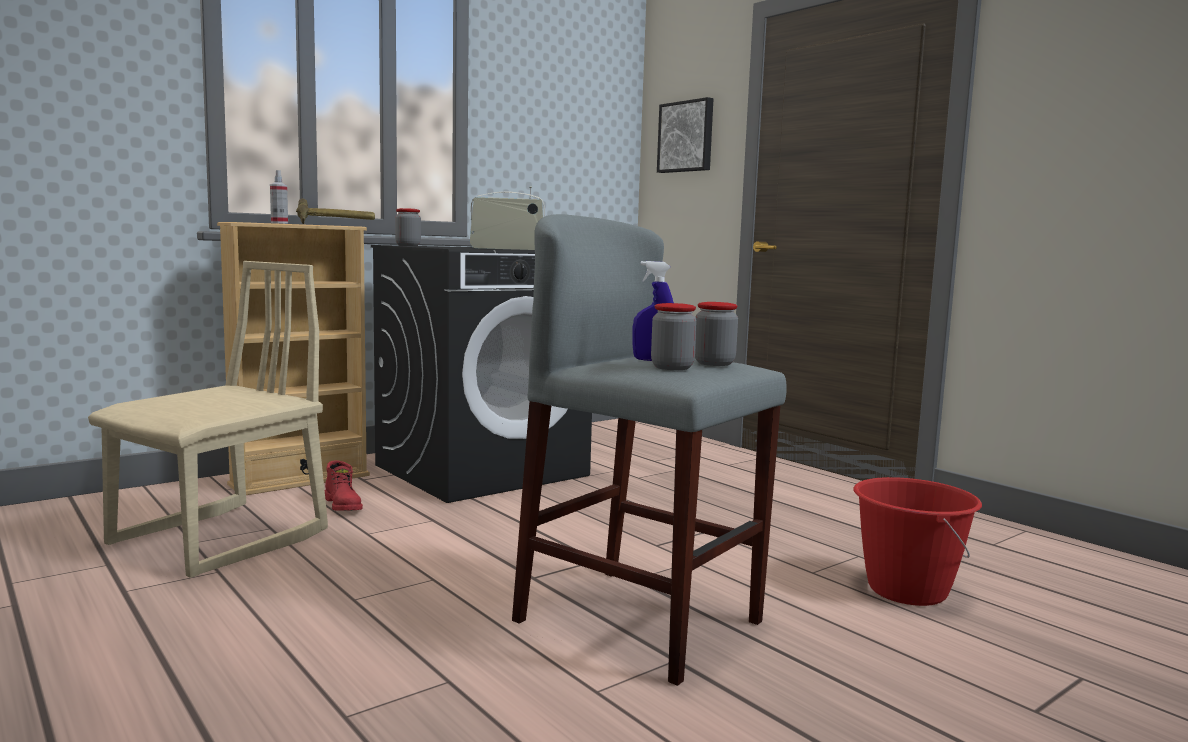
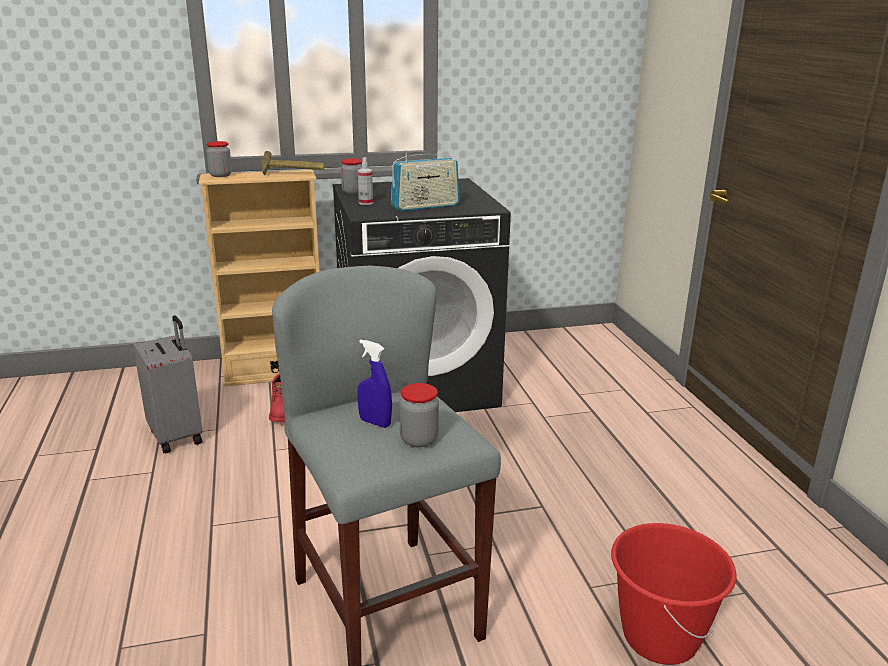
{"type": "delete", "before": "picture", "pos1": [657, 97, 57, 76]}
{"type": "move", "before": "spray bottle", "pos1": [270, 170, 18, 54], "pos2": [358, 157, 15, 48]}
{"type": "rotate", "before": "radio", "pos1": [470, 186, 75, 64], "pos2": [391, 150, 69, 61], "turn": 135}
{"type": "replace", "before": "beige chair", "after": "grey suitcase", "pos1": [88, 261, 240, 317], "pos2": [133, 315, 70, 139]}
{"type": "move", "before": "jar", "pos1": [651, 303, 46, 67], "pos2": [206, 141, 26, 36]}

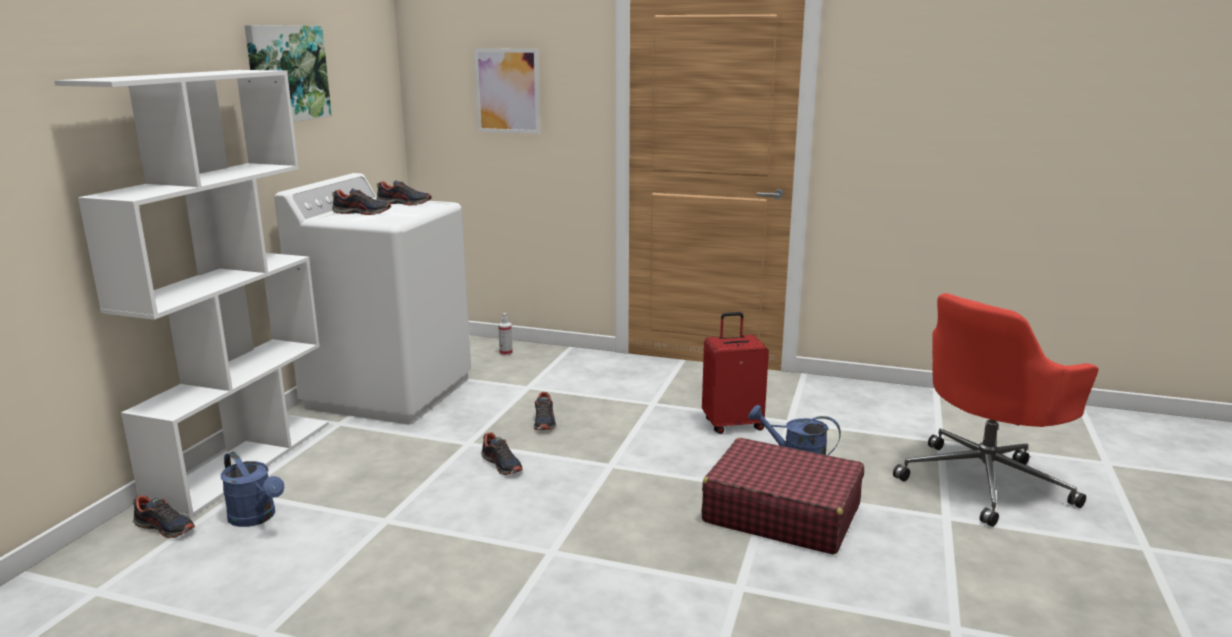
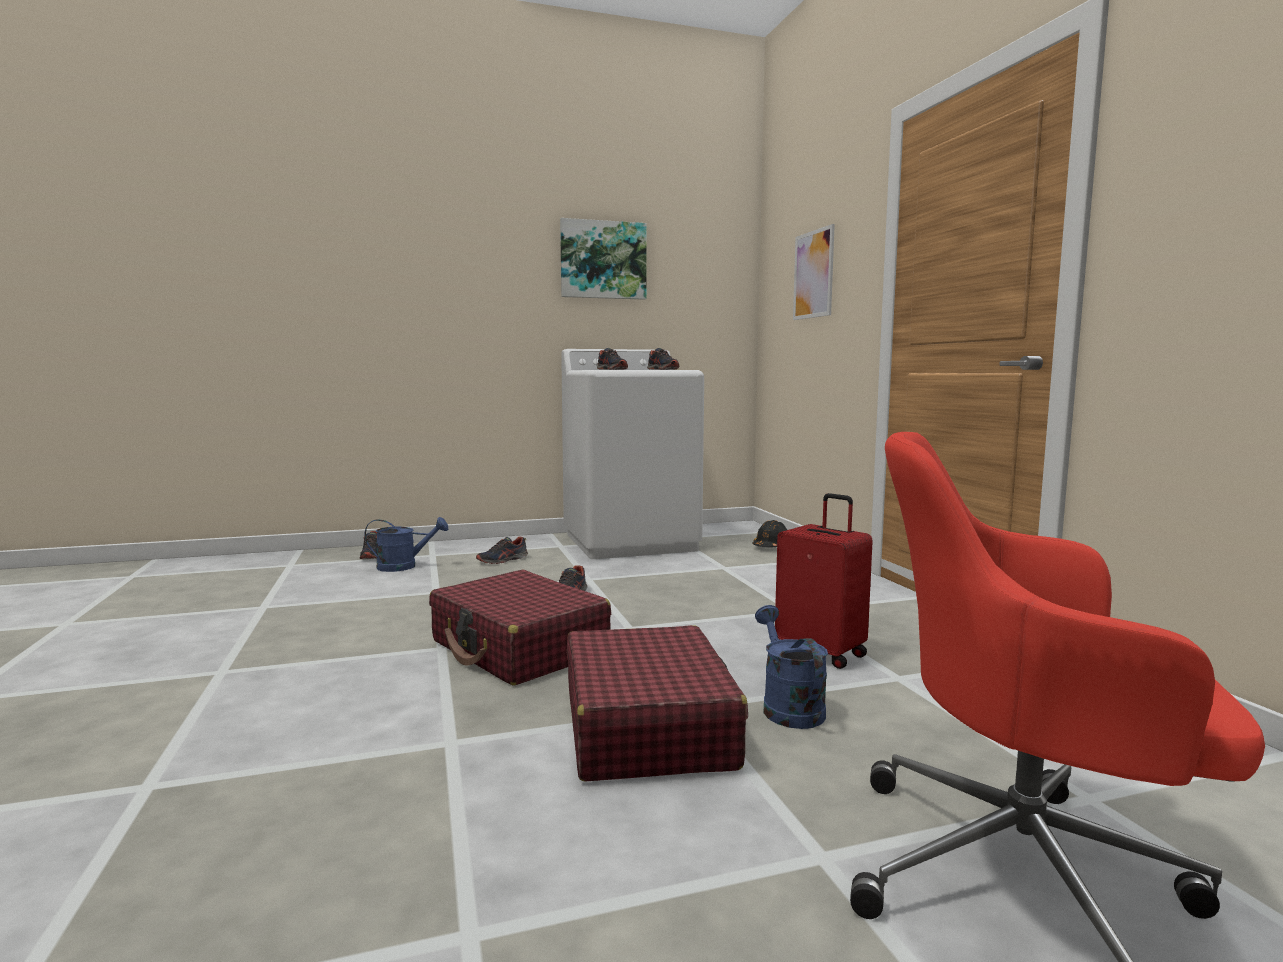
{"type": "delete", "before": "white bookcase", "pos1": [54, 70, 275, 449]}
{"type": "replace", "before": "spray bottle", "after": "black hard hat", "pos1": [498, 313, 15, 43], "pos2": [752, 520, 35, 28]}
{"type": "move", "before": "shoe", "pos1": [534, 392, 22, 38], "pos2": [476, 536, 52, 28]}
{"type": "rotate", "before": "blue watering can", "pos1": [221, 452, 63, 75], "pos2": [365, 517, 83, 55], "turn": -105}
{"type": "insert", "after": "red suitcase", "pos2": [429, 570, 182, 116]}

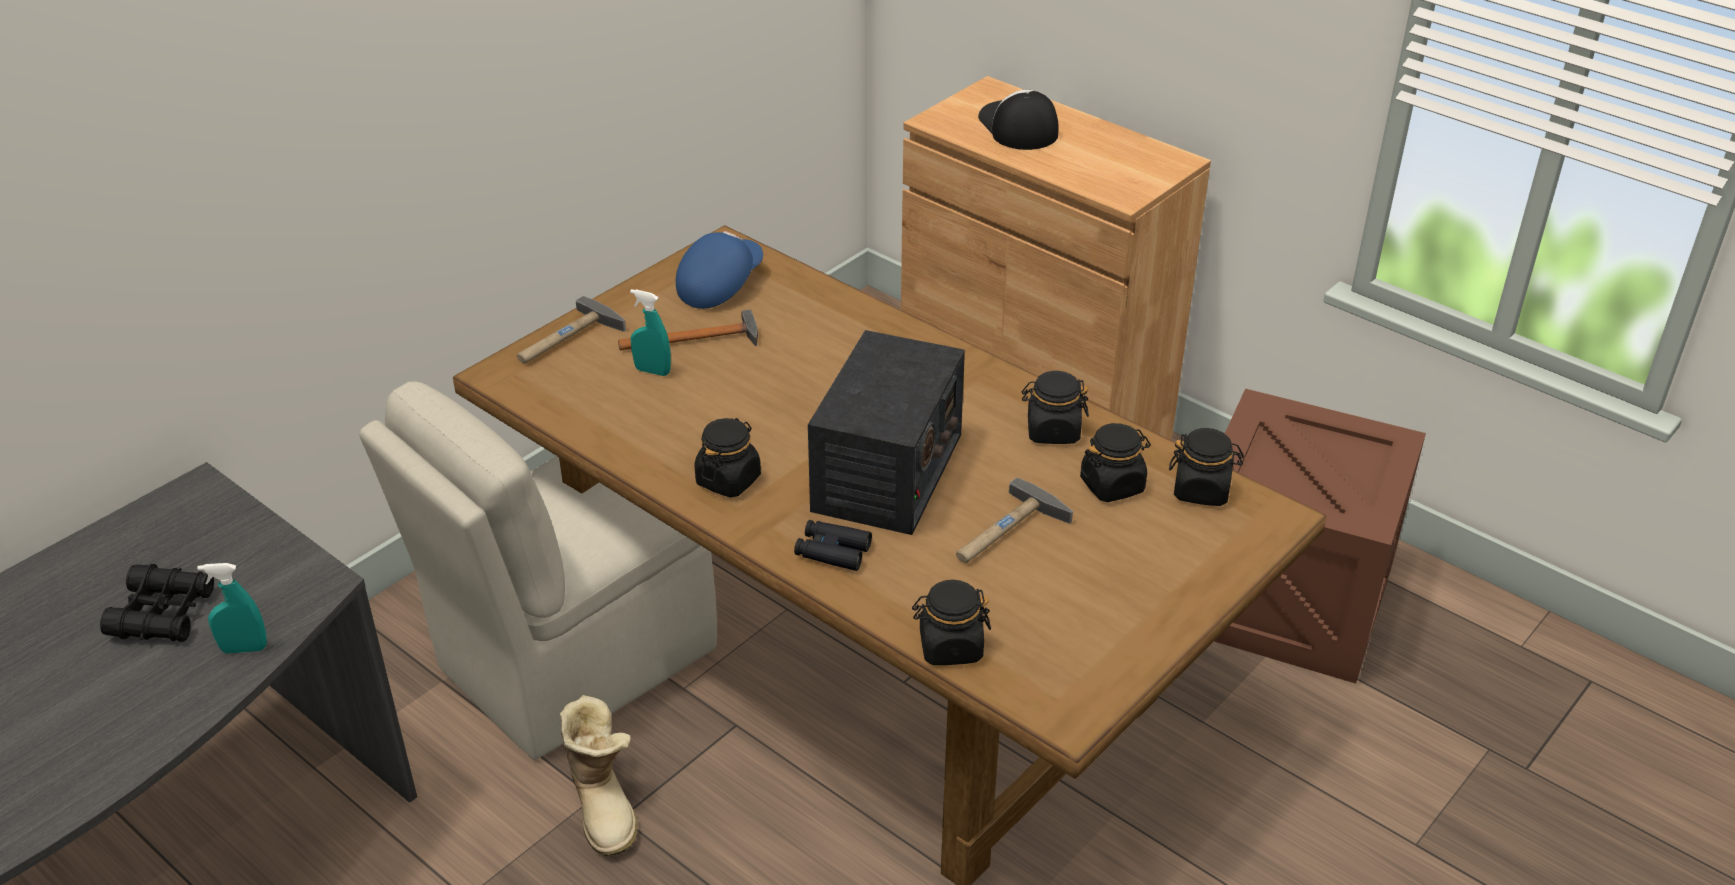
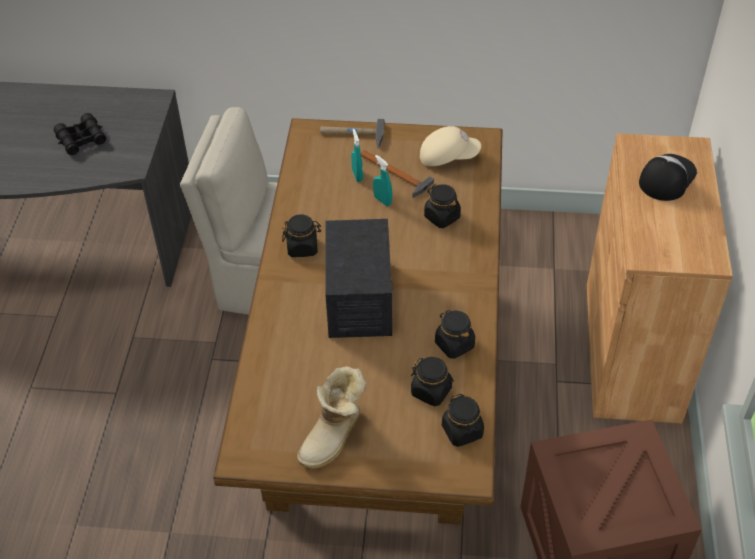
{"type": "recolor", "before": "blue cap", "after": "beige cap", "pos1": [676, 231, 87, 78], "pos2": [420, 126, 61, 40]}
{"type": "rotate", "before": "radio", "pos1": [808, 330, 157, 205], "pos2": [325, 219, 67, 119], "turn": -75}
{"type": "delete", "before": "hammer", "pos1": [956, 477, 117, 86]}
{"type": "delete", "before": "black binoculars", "pos1": [794, 520, 78, 51]}
{"type": "move", "before": "turquoise spray bottle", "pos1": [198, 563, 69, 91], "pos2": [373, 155, 19, 51]}
{"type": "move", "before": "black jar", "pos1": [912, 580, 79, 85], "pos2": [424, 184, 37, 44]}
{"type": "move", "before": "boot", "pos1": [559, 695, 78, 161], "pos2": [297, 366, 69, 103]}

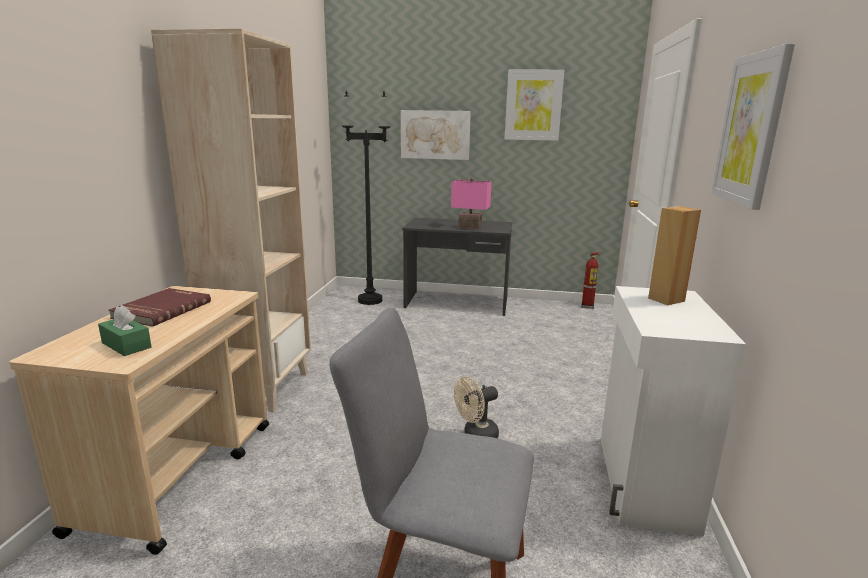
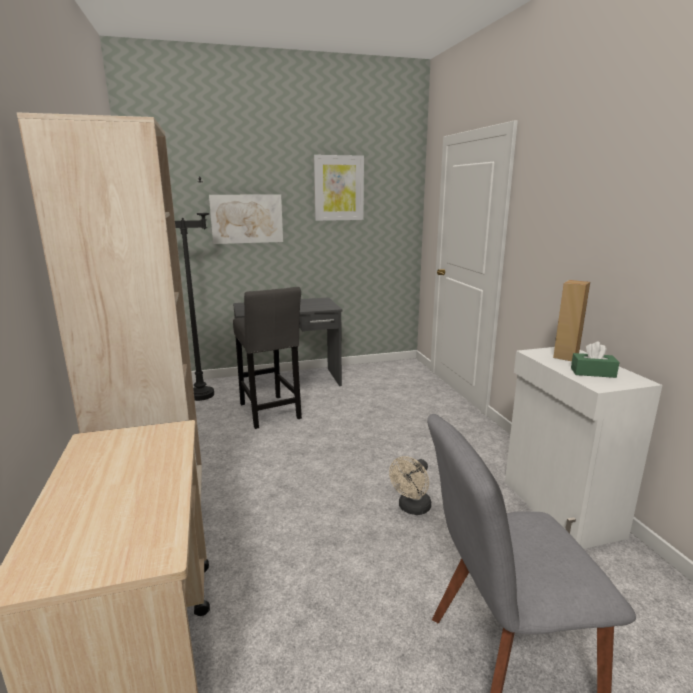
{"type": "delete", "before": "picture", "pos1": [711, 44, 84, 166]}
{"type": "delete", "before": "pink table lamp", "pos1": [451, 178, 41, 52]}
{"type": "delete", "before": "fire extinguisher", "pos1": [581, 252, 20, 57]}
{"type": "delete", "before": "red book", "pos1": [108, 288, 103, 39]}
{"type": "move", "before": "green tissue box", "pos1": [98, 305, 54, 51], "pos2": [571, 342, 49, 36]}
{"type": "insert", "after": "grey stool", "pos2": [233, 287, 69, 142]}

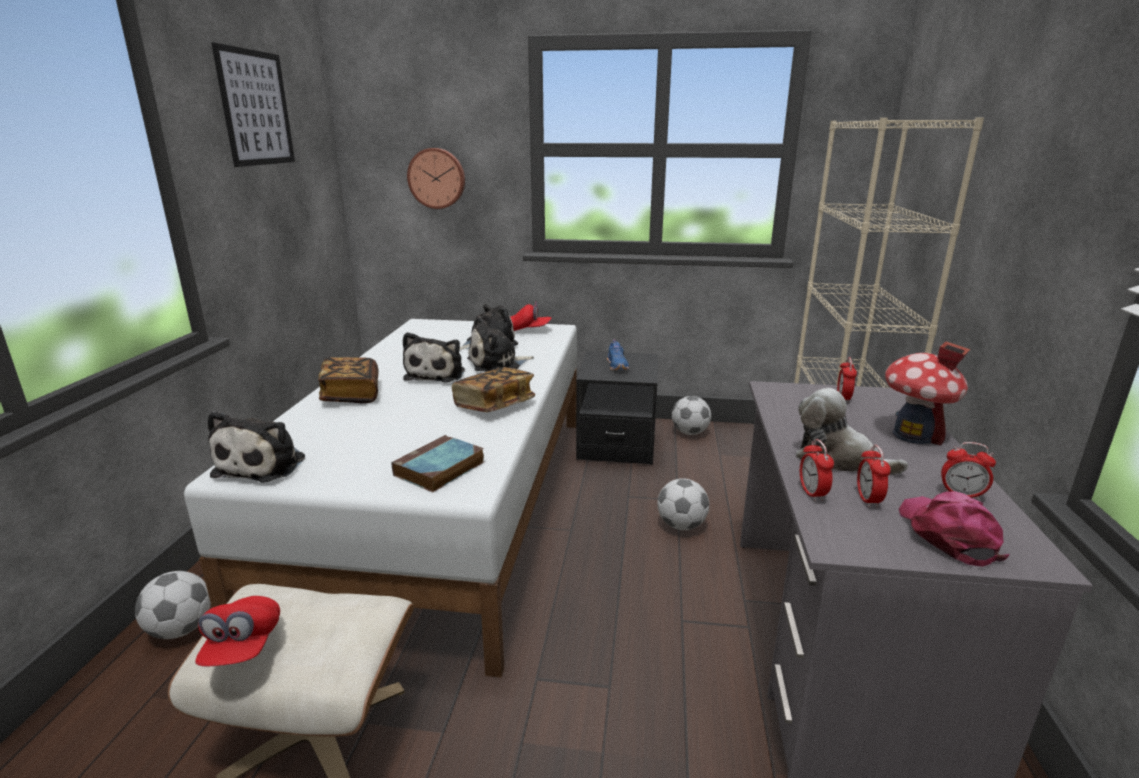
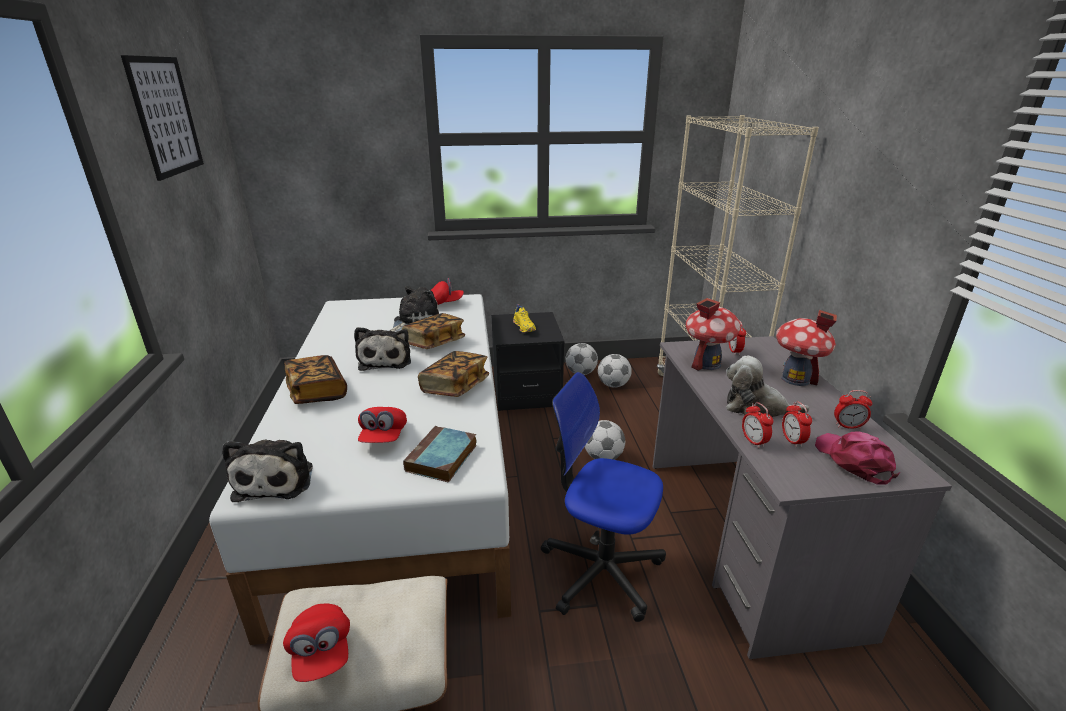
{"type": "delete", "before": "wall clock", "pos1": [407, 148, 58, 61]}
{"type": "replace", "before": "plush toy", "after": "book", "pos1": [467, 317, 67, 55], "pos2": [402, 313, 63, 36]}
{"type": "recolor", "before": "blue shoe", "after": "yellow shoe", "pos1": [607, 339, 22, 31], "pos2": [513, 304, 23, 29]}
{"type": "move", "before": "football", "pos1": [135, 571, 76, 68], "pos2": [598, 354, 34, 33]}
{"type": "insert", "after": "toy house", "pos2": [686, 298, 55, 73]}
{"type": "insert", "after": "office chair", "pos2": [541, 372, 125, 250]}
{"type": "insert", "after": "red cap", "pos2": [358, 407, 49, 36]}

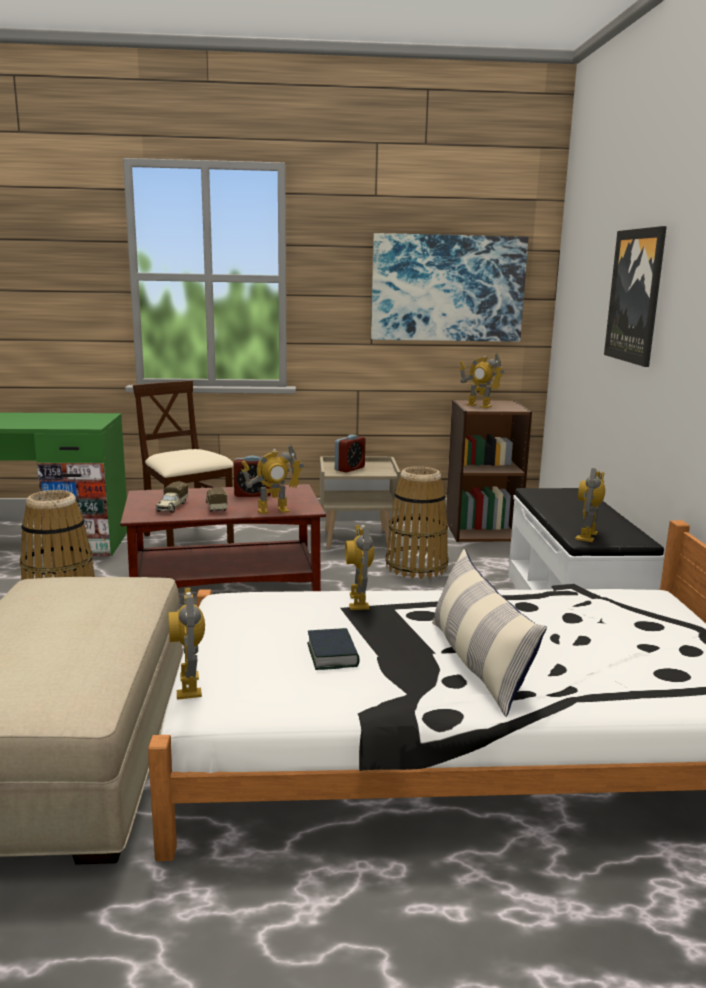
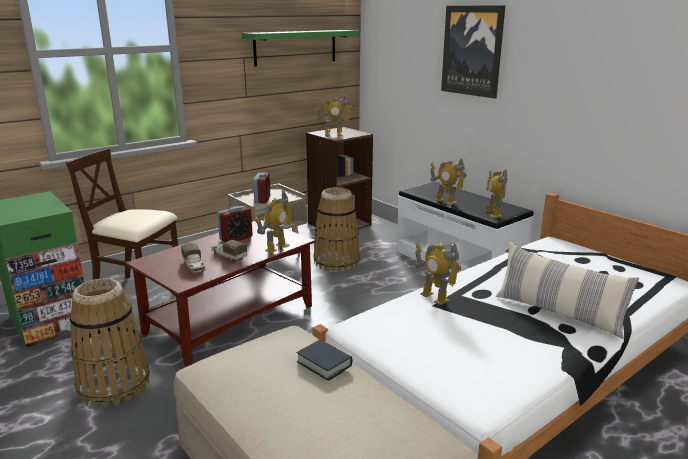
{"type": "replace", "before": "picture", "after": "green shelf", "pos1": [371, 233, 157, 109], "pos2": [242, 30, 117, 37]}
{"type": "move", "before": "toy robot", "pos1": [168, 588, 37, 112], "pos2": [430, 159, 37, 46]}
{"type": "move", "before": "book", "pos1": [307, 628, 53, 42], "pos2": [297, 340, 55, 41]}

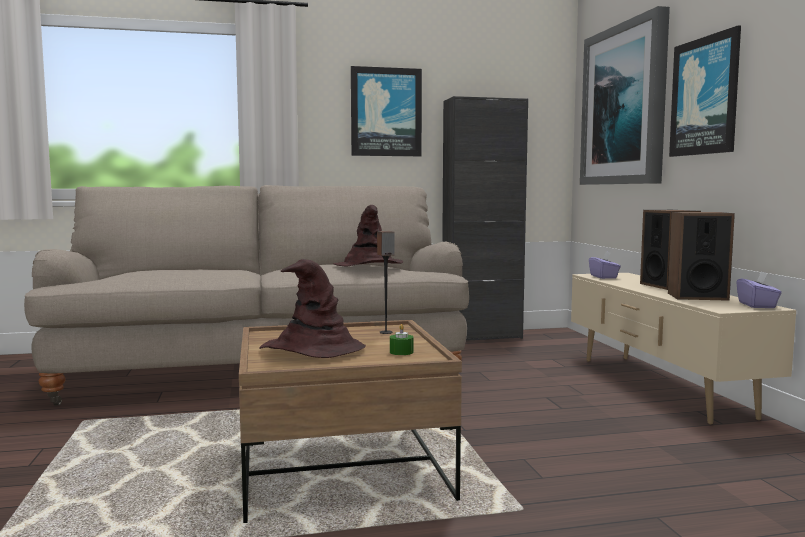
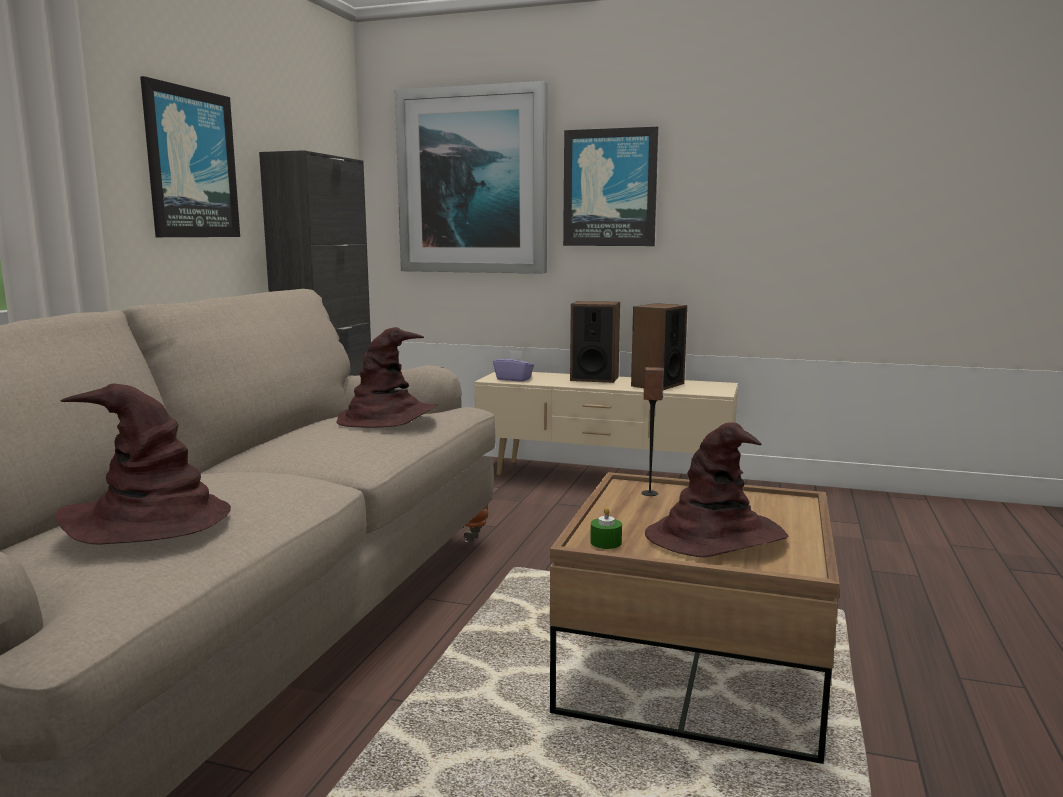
{"type": "delete", "before": "purple tissue box", "pos1": [736, 271, 46, 37]}
{"type": "move", "before": "green candle", "pos1": [390, 324, 24, 31], "pos2": [590, 507, 32, 42]}
{"type": "insert", "after": "brown hat", "pos2": [55, 384, 176, 160]}

